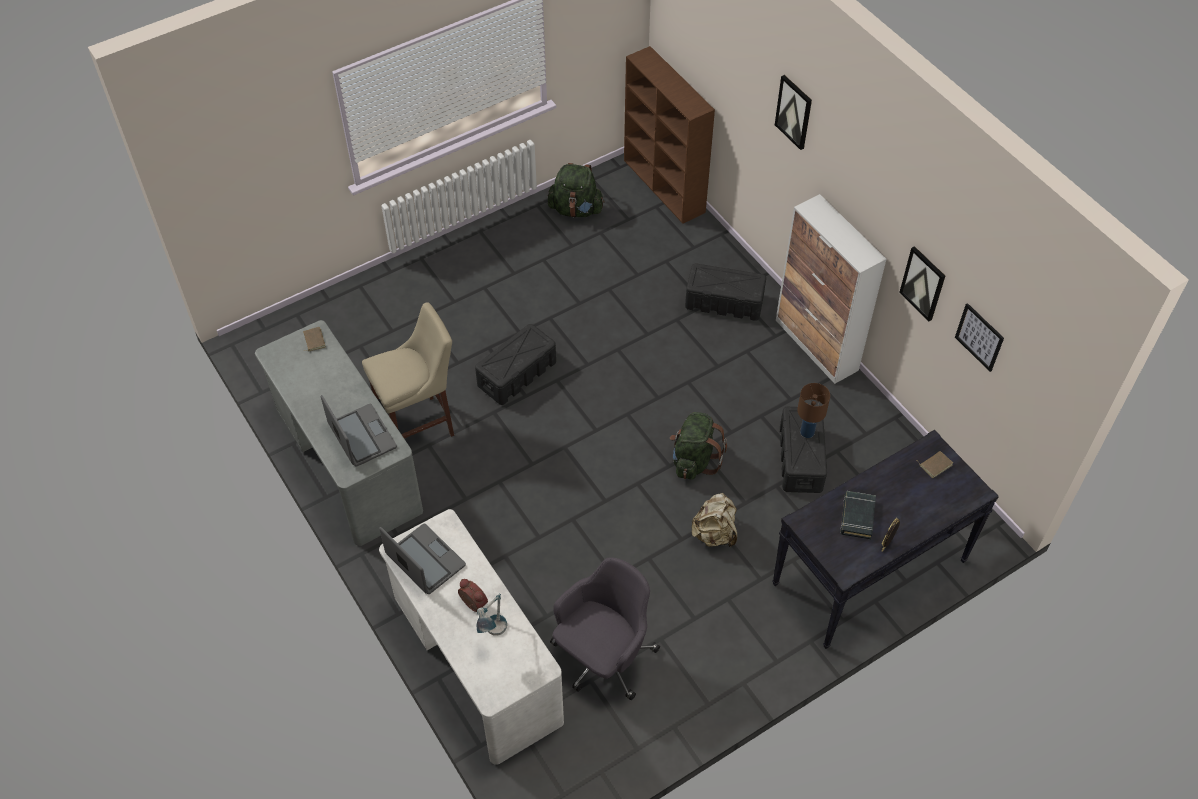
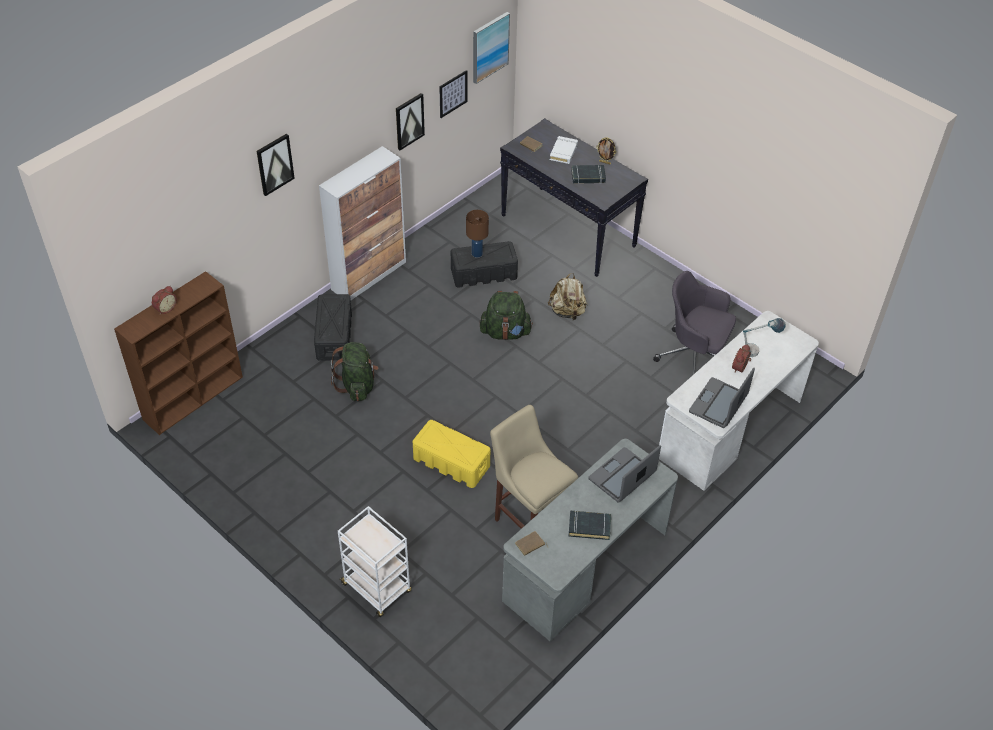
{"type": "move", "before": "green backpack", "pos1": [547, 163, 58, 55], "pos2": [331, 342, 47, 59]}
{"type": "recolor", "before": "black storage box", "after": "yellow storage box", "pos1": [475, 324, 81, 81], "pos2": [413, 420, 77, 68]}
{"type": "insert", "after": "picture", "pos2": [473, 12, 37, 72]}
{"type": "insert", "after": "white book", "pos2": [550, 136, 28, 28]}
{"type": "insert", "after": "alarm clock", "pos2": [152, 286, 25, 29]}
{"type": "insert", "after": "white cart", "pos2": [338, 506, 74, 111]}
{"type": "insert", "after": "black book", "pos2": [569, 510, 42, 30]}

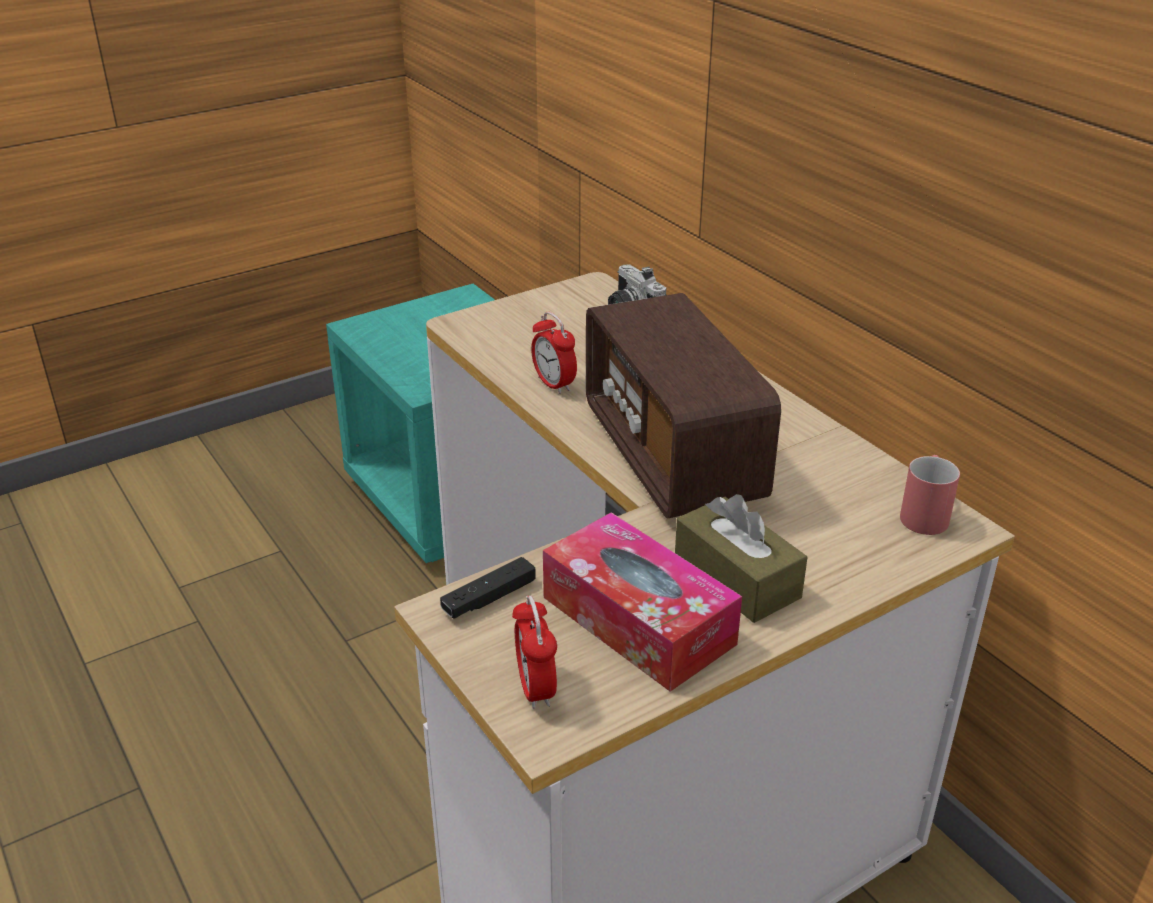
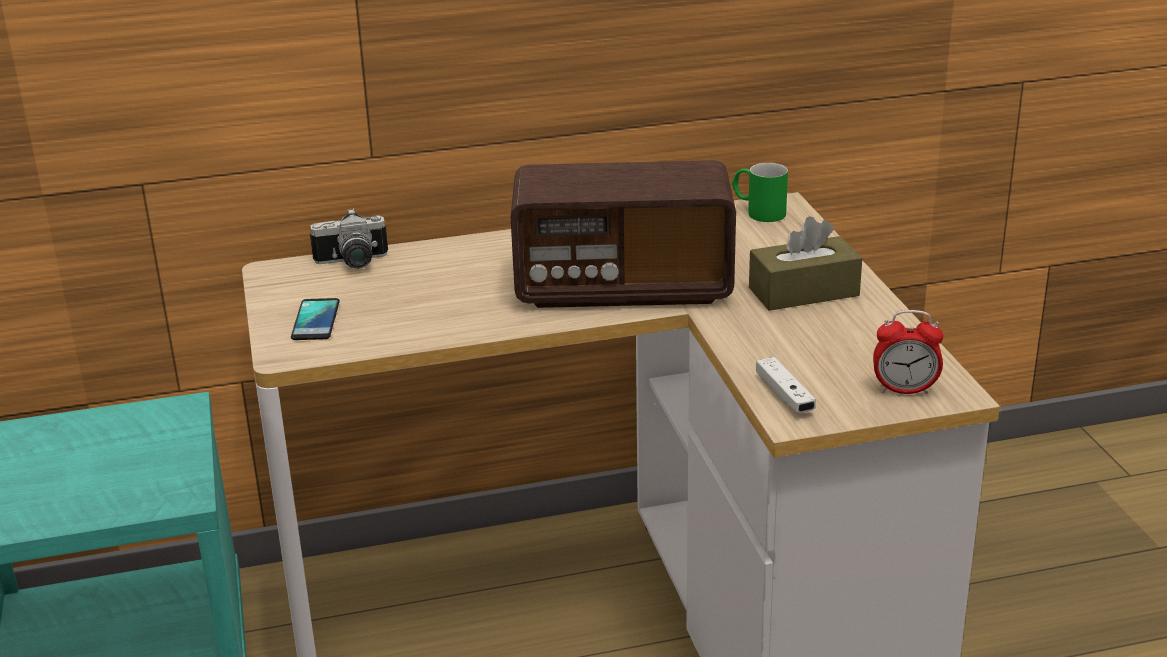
{"type": "delete", "before": "alarm clock", "pos1": [531, 312, 46, 82]}
{"type": "recolor", "before": "red mug", "after": "green mug", "pos1": [900, 455, 60, 80], "pos2": [732, 163, 56, 59]}
{"type": "delete", "before": "tissue box", "pos1": [543, 512, 199, 180]}
{"type": "recolor", "before": "black game controller", "after": "white game controller", "pos1": [440, 557, 96, 62], "pos2": [756, 357, 60, 56]}
{"type": "insert", "after": "phone", "pos2": [291, 298, 49, 42]}

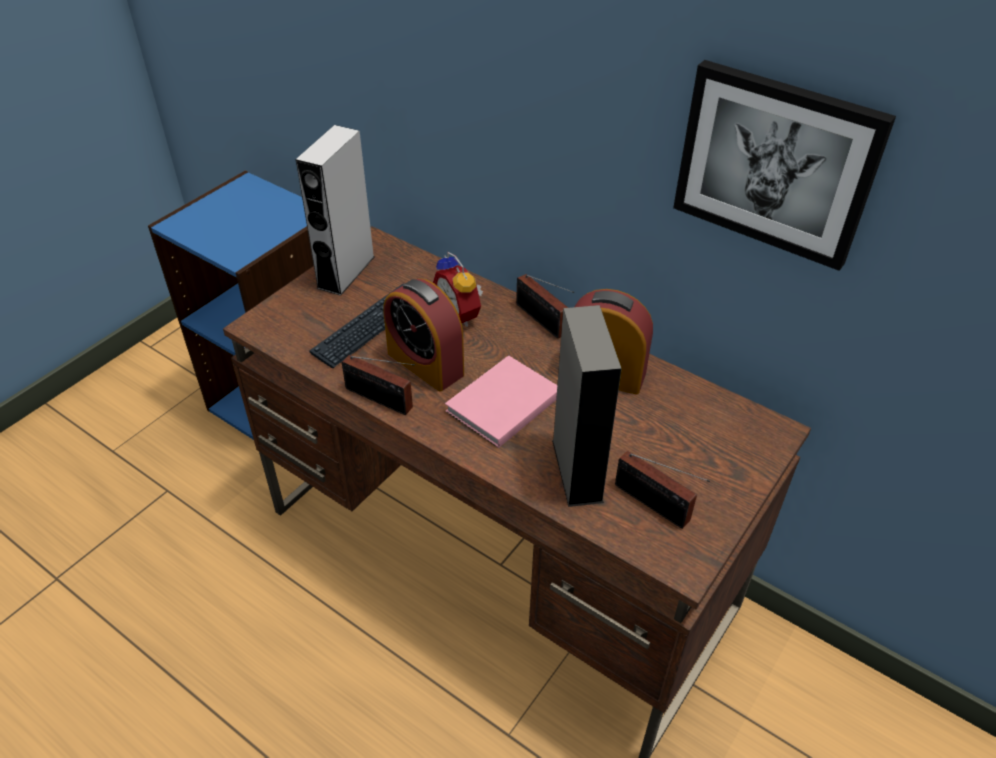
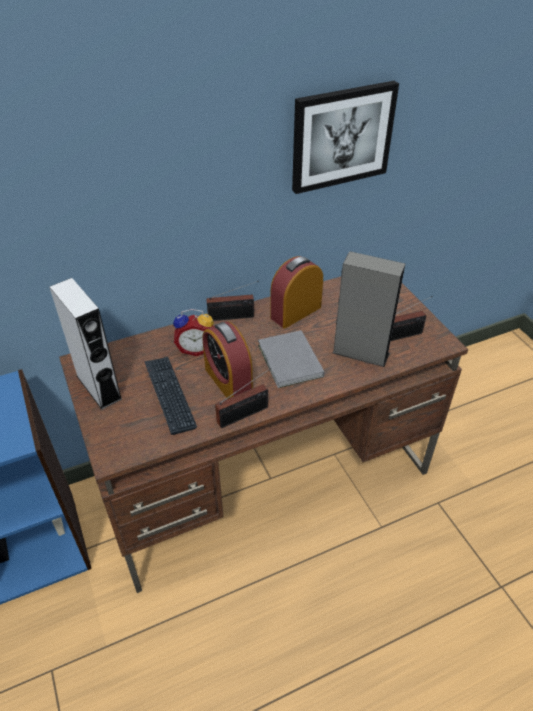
{"type": "rotate", "before": "alarm clock", "pos1": [383, 278, 81, 113], "pos2": [202, 322, 51, 77], "turn": 75}
{"type": "recolor", "before": "pink book", "after": "grey book", "pos1": [445, 355, 112, 93], "pos2": [258, 330, 66, 58]}

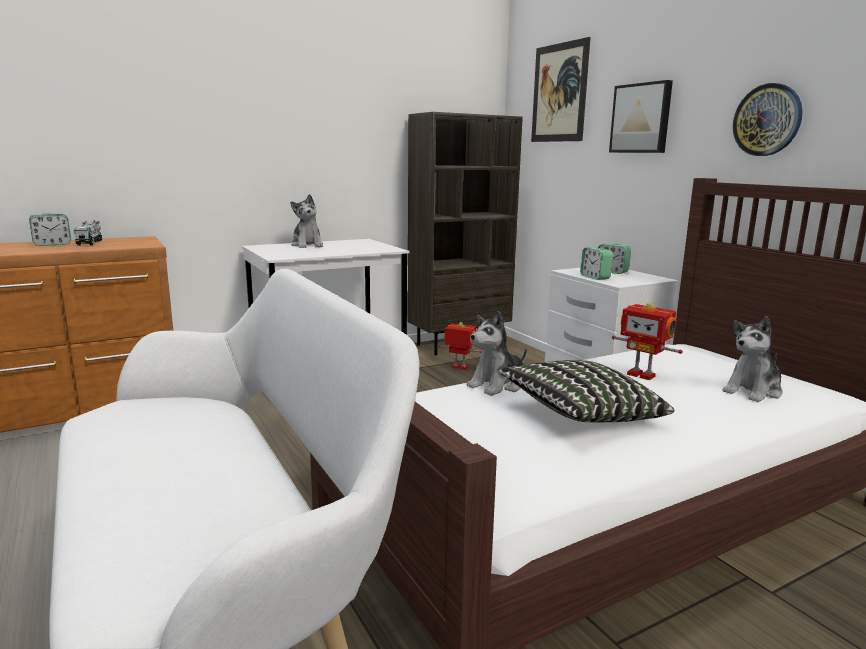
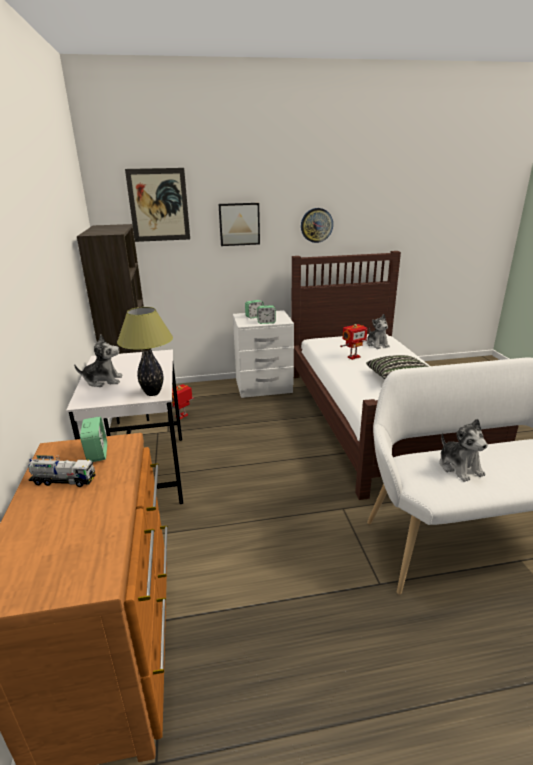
{"type": "move", "before": "alarm clock", "pos1": [29, 213, 42, 33], "pos2": [80, 416, 27, 46]}
{"type": "move", "before": "plush toy", "pos1": [466, 311, 61, 85], "pos2": [440, 419, 48, 63]}
{"type": "insert", "after": "table lamp", "pos2": [117, 307, 56, 89]}

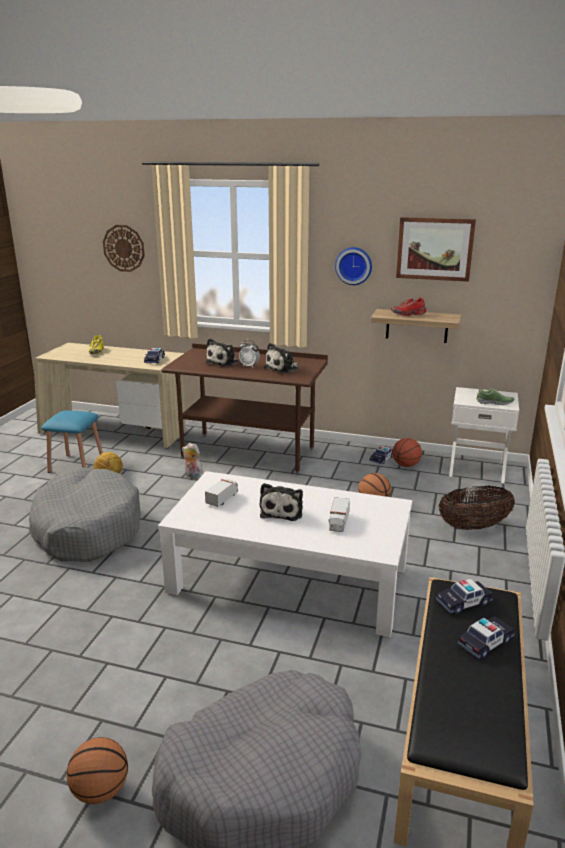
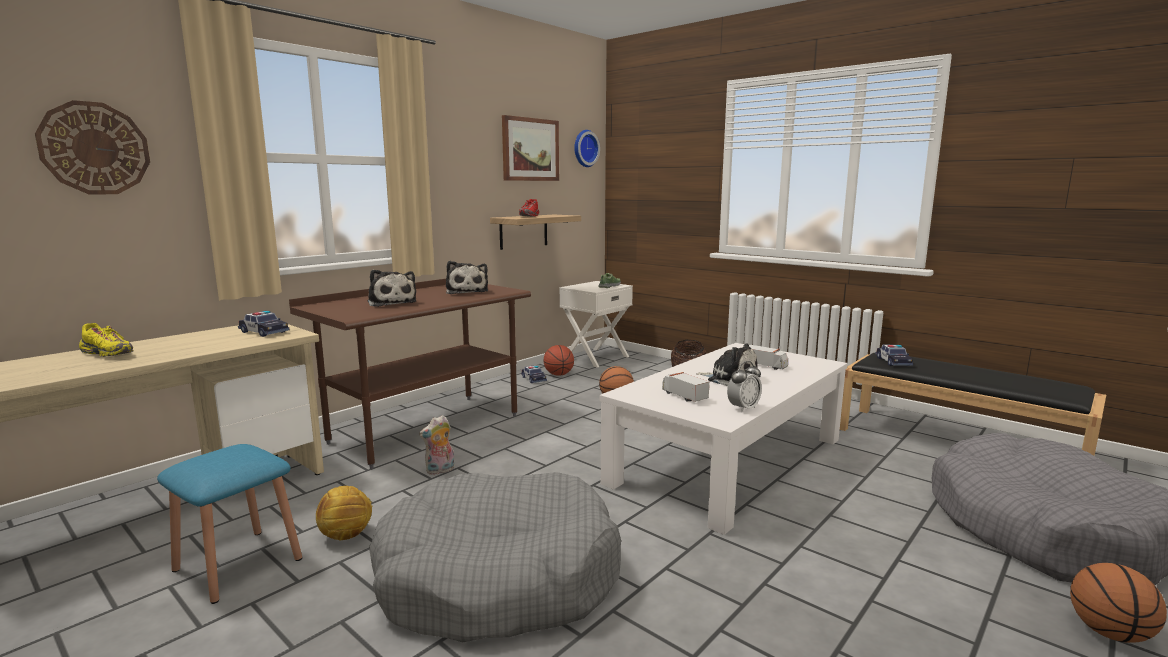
{"type": "move", "before": "wall clock", "pos1": [335, 247, 37, 38], "pos2": [574, 130, 26, 37]}
{"type": "move", "before": "alarm clock", "pos1": [239, 340, 21, 27], "pos2": [727, 361, 35, 51]}
{"type": "delete", "before": "toy car", "pos1": [458, 616, 57, 43]}

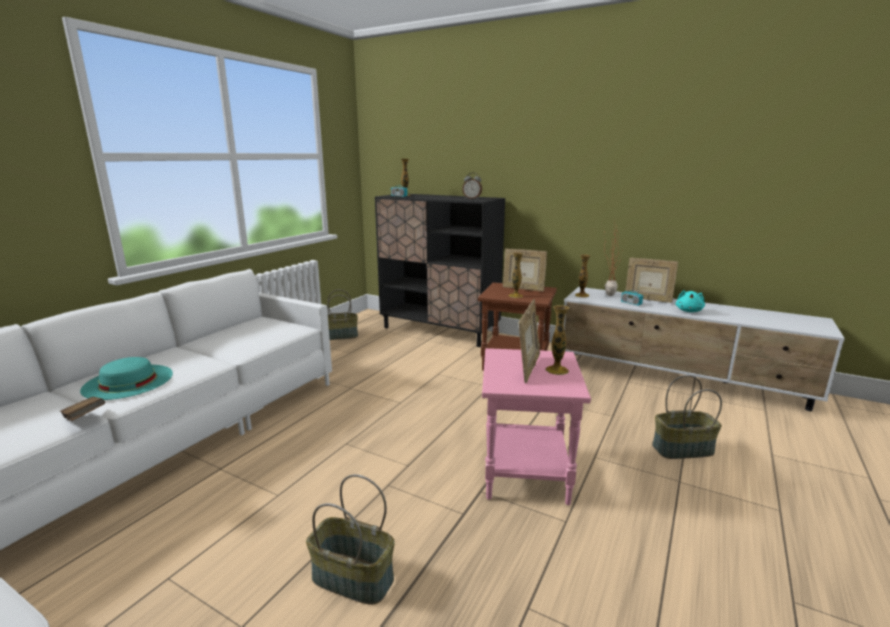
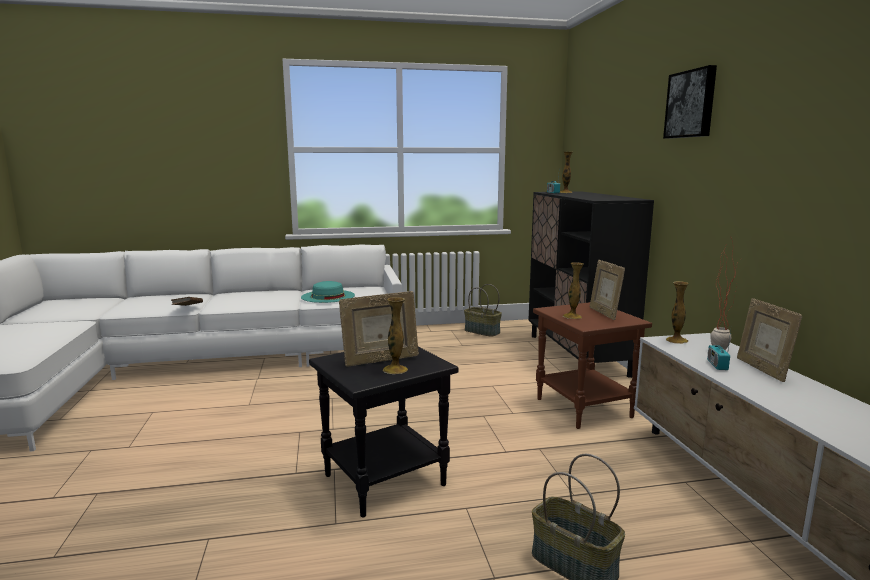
{"type": "delete", "before": "alarm clock", "pos1": [462, 173, 20, 26]}
{"type": "delete", "before": "turquoise plush toy", "pos1": [676, 290, 29, 22]}
{"type": "recolor", "before": "pink side table", "after": "black side table", "pos1": [482, 348, 109, 157], "pos2": [309, 347, 150, 171]}
{"type": "move", "before": "turquoise hat", "pos1": [80, 357, 93, 43], "pos2": [301, 281, 54, 22]}
{"type": "delete", "before": "basket", "pos1": [306, 474, 88, 131]}
{"type": "insert", "after": "picture", "pos2": [663, 65, 54, 74]}

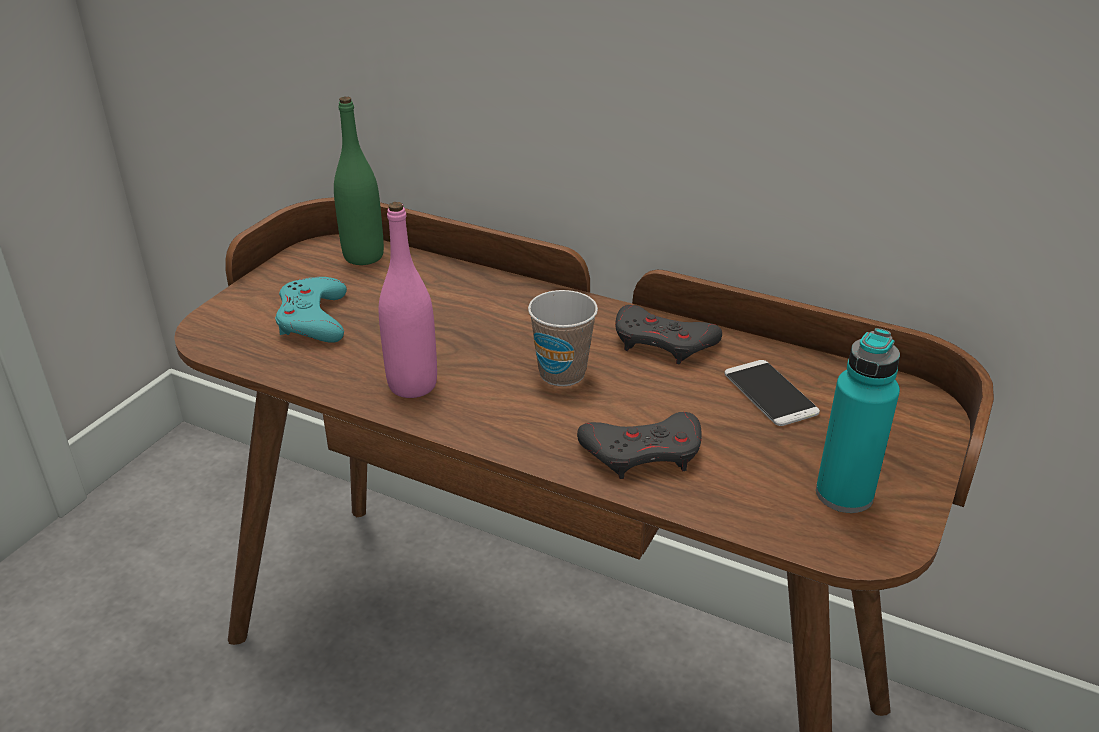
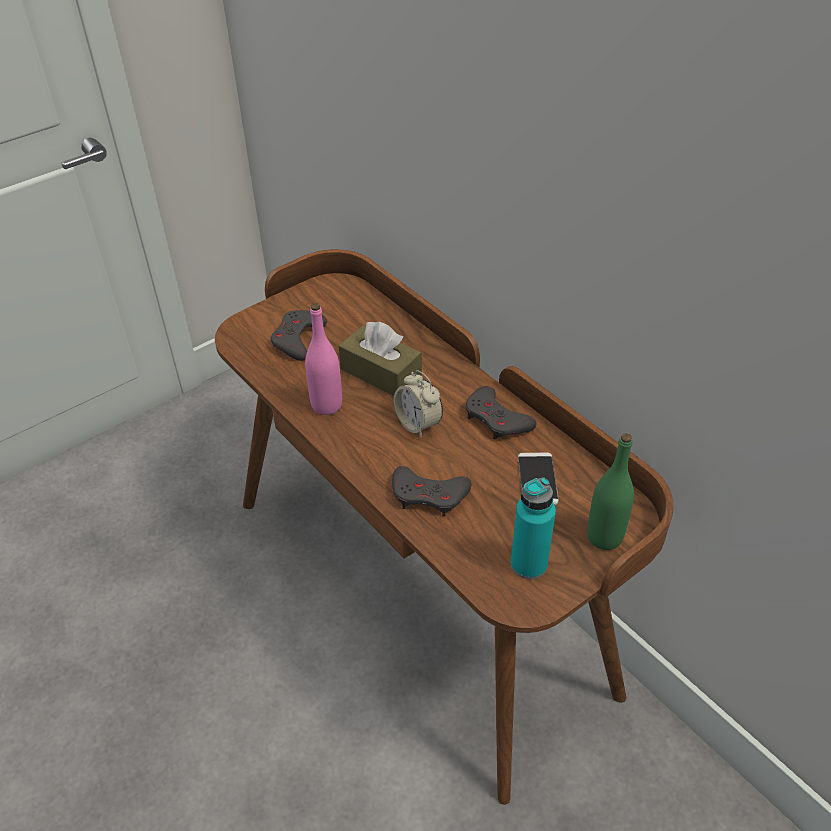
{"type": "move", "before": "green bottle", "pos1": [334, 97, 50, 168], "pos2": [587, 433, 47, 117]}
{"type": "recolor", "before": "turquoise game controller", "after": "grey game controller", "pos1": [275, 277, 72, 66], "pos2": [271, 310, 56, 51]}
{"type": "replace", "before": "cup", "after": "alarm clock", "pos1": [528, 290, 70, 96], "pos2": [394, 370, 49, 68]}
{"type": "insert", "after": "brown tissue box", "pos2": [339, 321, 83, 75]}

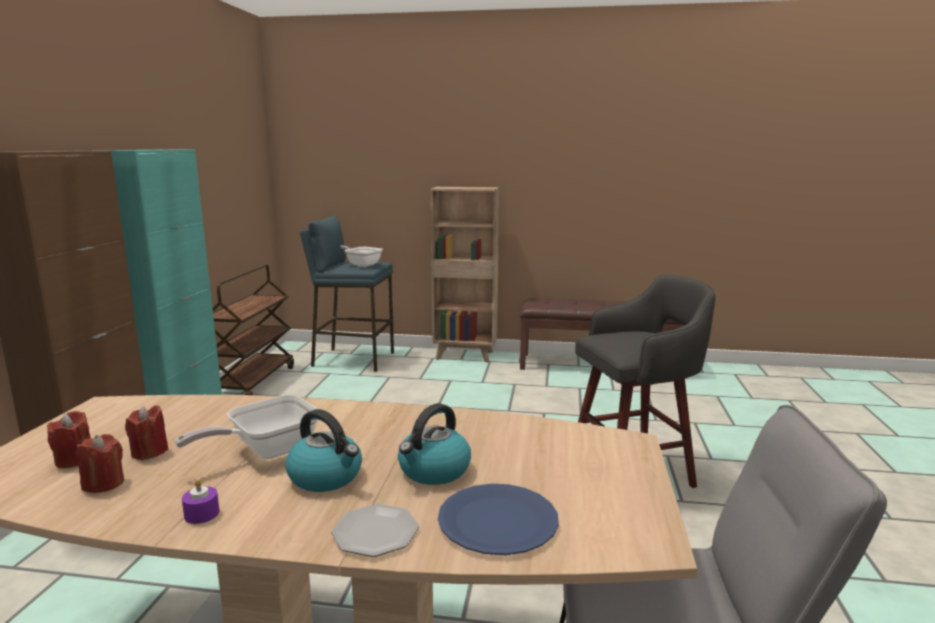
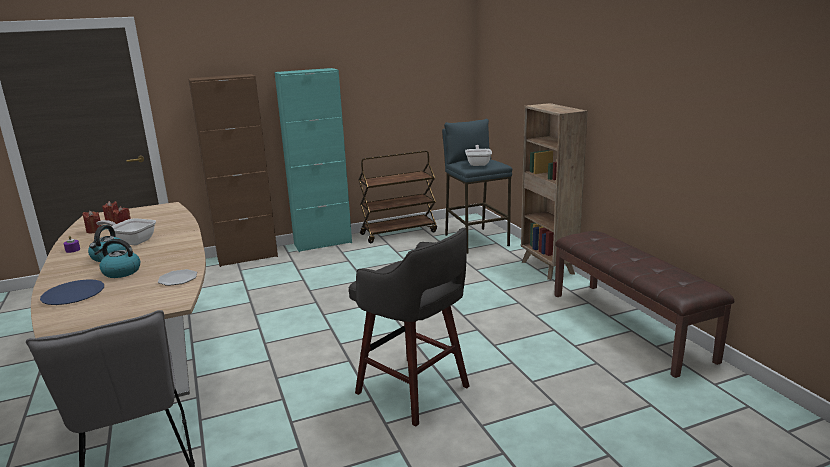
{"type": "move", "before": "plate", "pos1": [331, 504, 88, 53], "pos2": [158, 269, 39, 17]}

